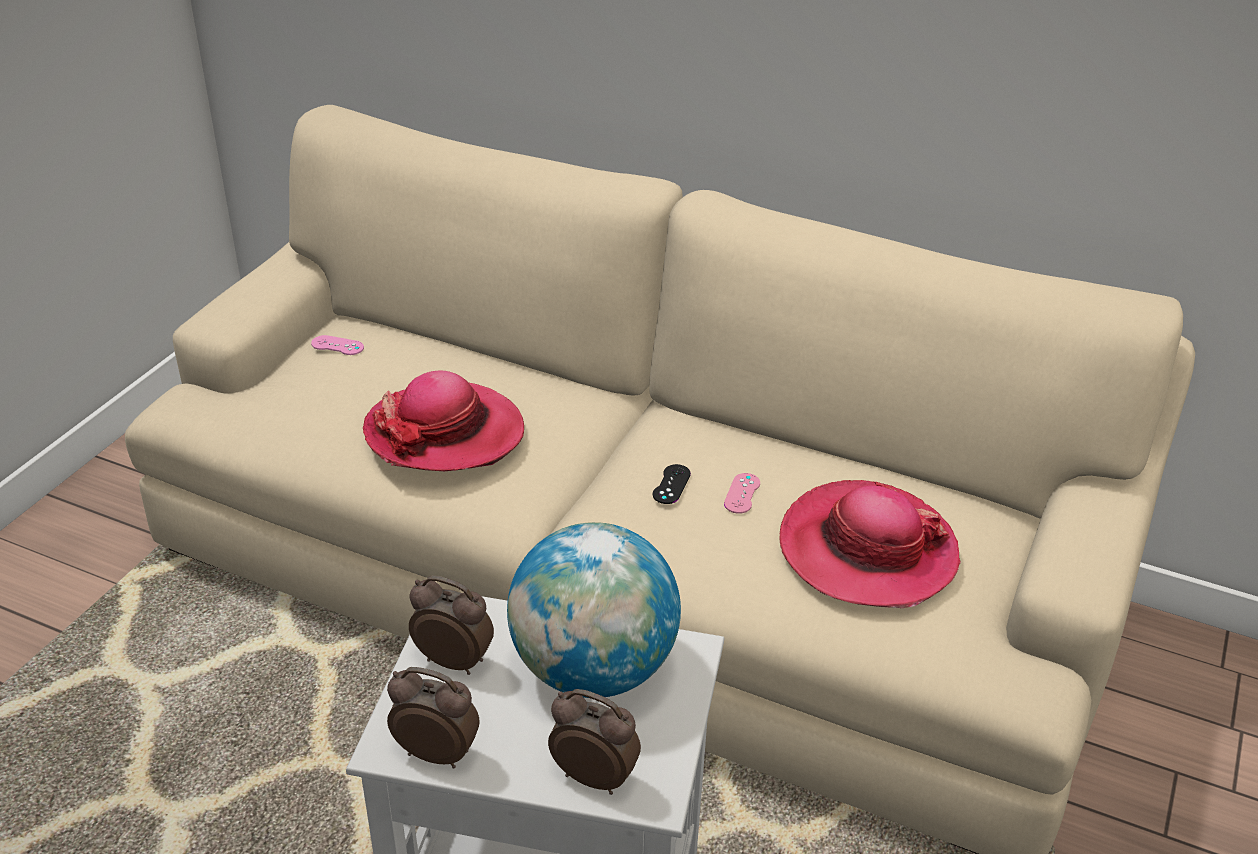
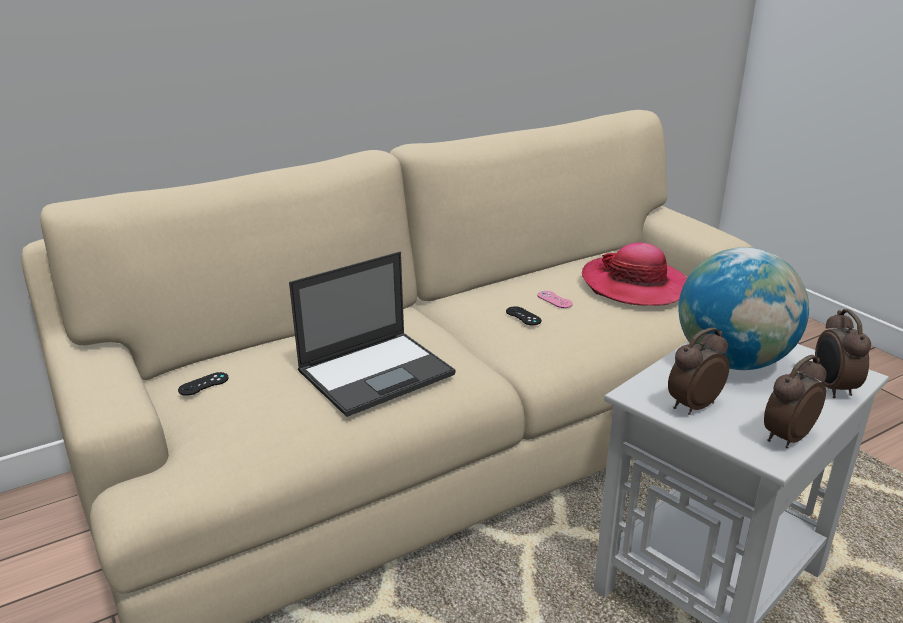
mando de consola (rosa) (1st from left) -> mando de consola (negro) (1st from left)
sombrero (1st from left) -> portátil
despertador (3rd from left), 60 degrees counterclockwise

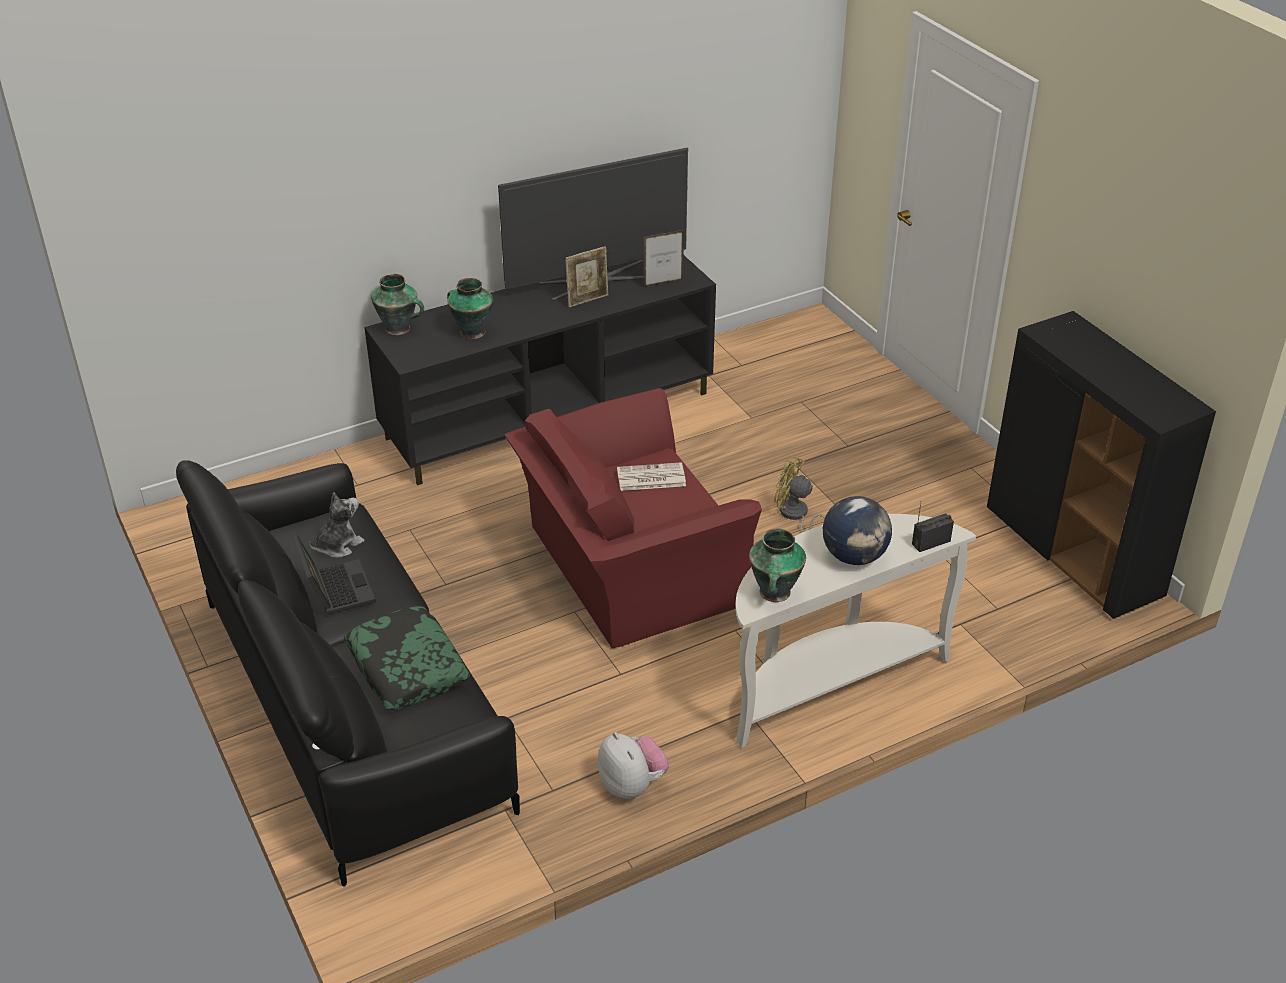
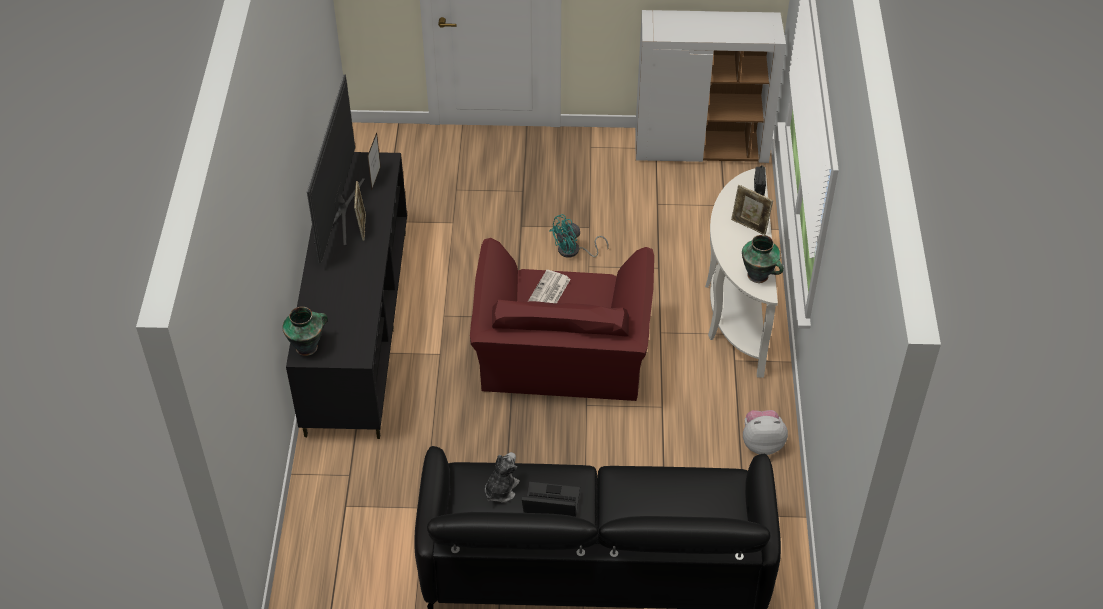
peluche (1st from left), 45 degrees clockwise
cojín -> none
florero (2nd from left) -> none
ventilador (amarillo) -> ventilador (turquesa)
globo terráqueo -> portarretratos (3rd from left)
armario (negro) -> armario (blanco)

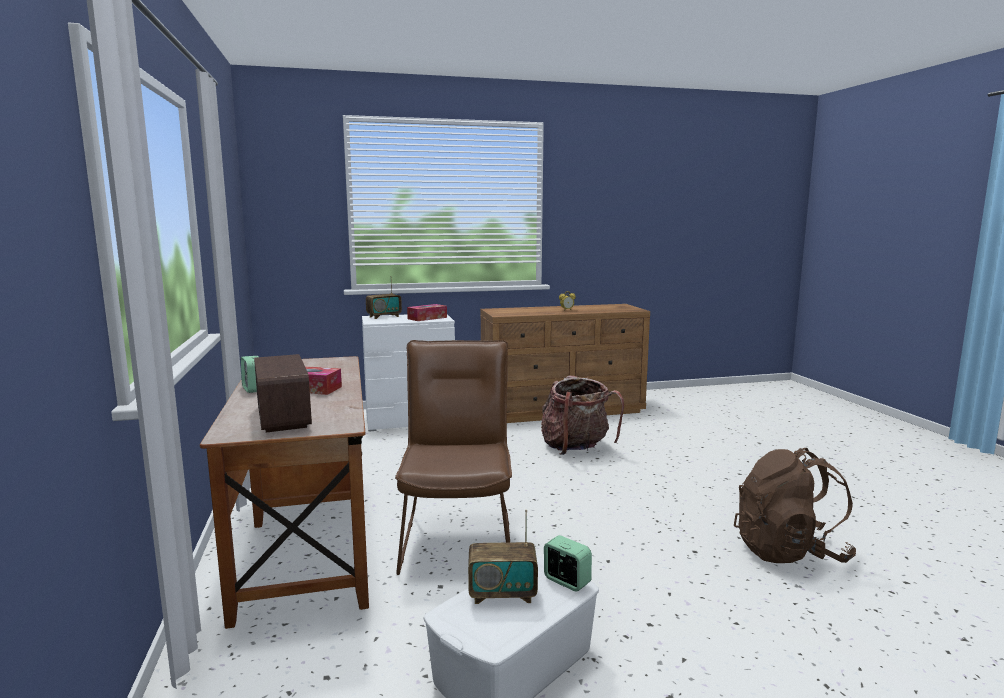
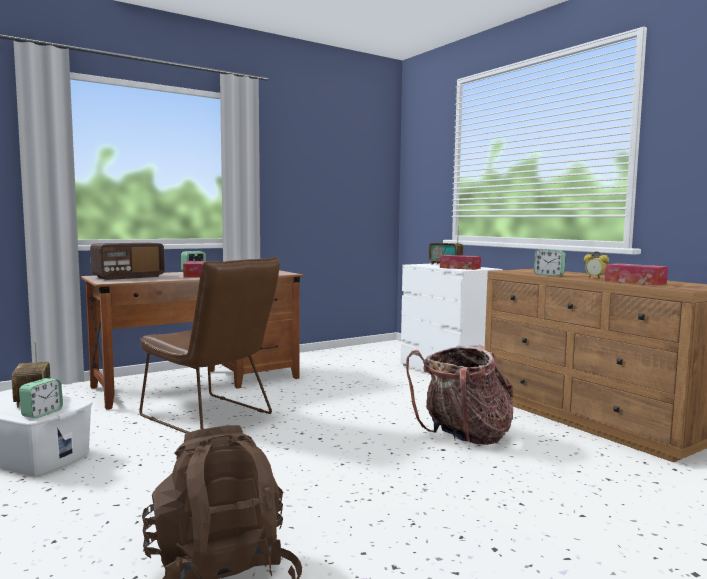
silla (marrón), 60 degrees clockwise
none -> despertador (3rd from left)
none -> caja de pañuelos (3rd from left)

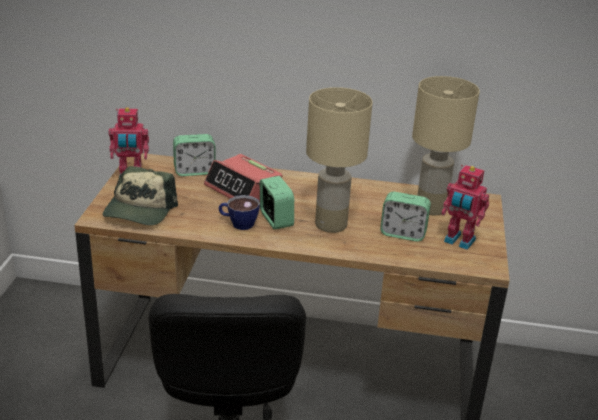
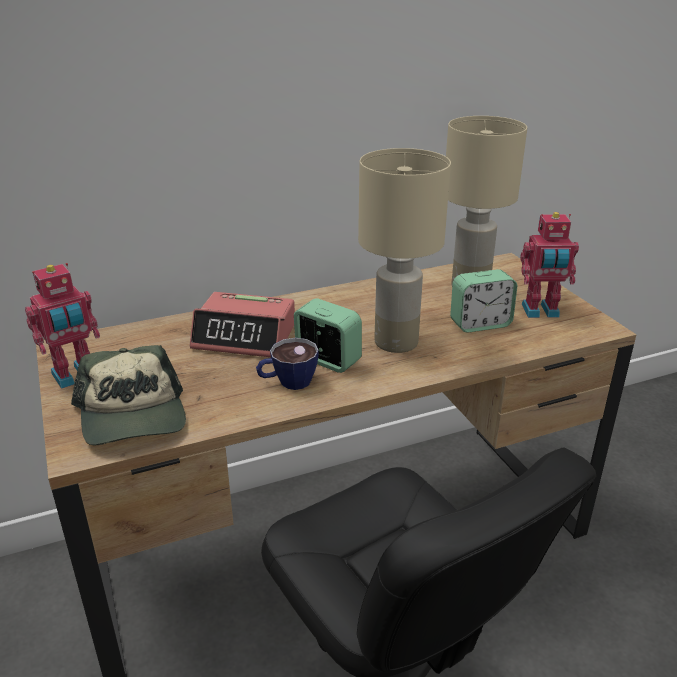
despertador (1st from left) -> none

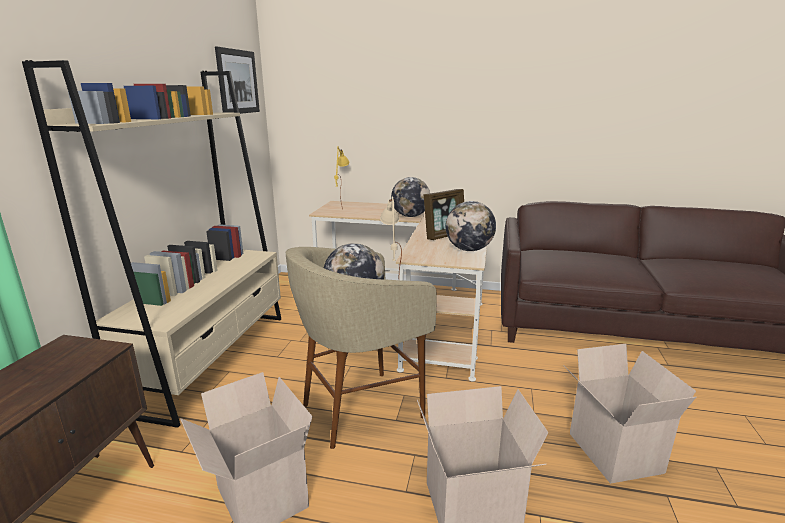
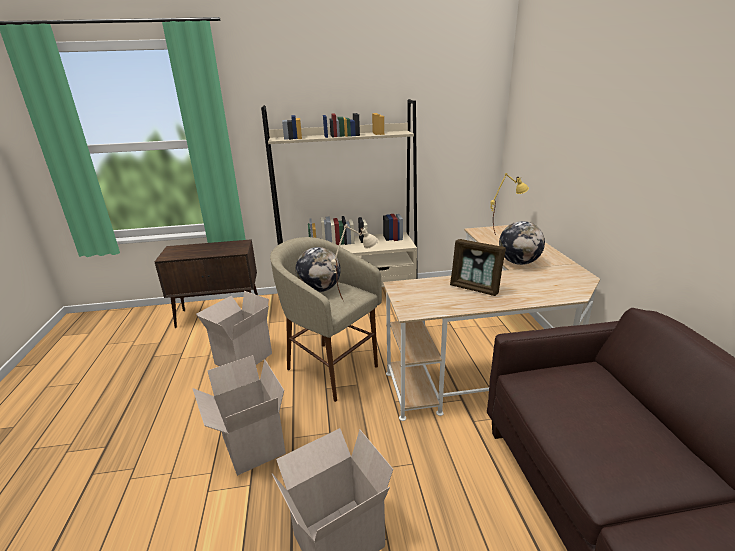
cuadro -> none
globo terráqueo (3rd from left) -> none

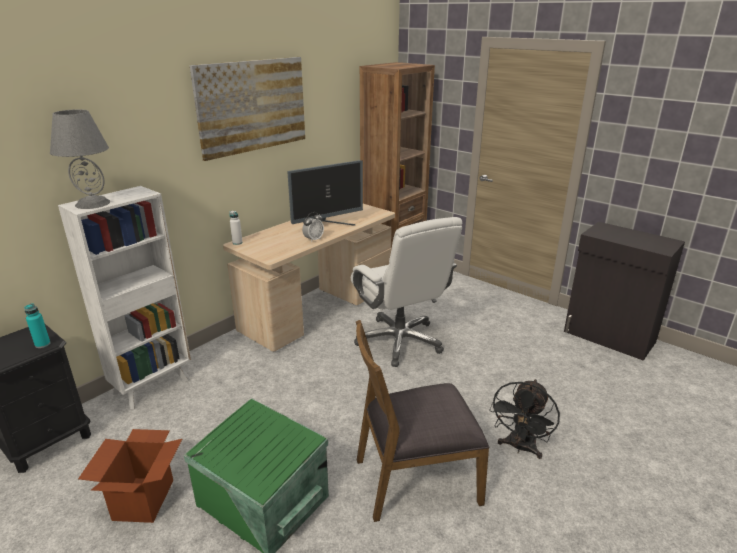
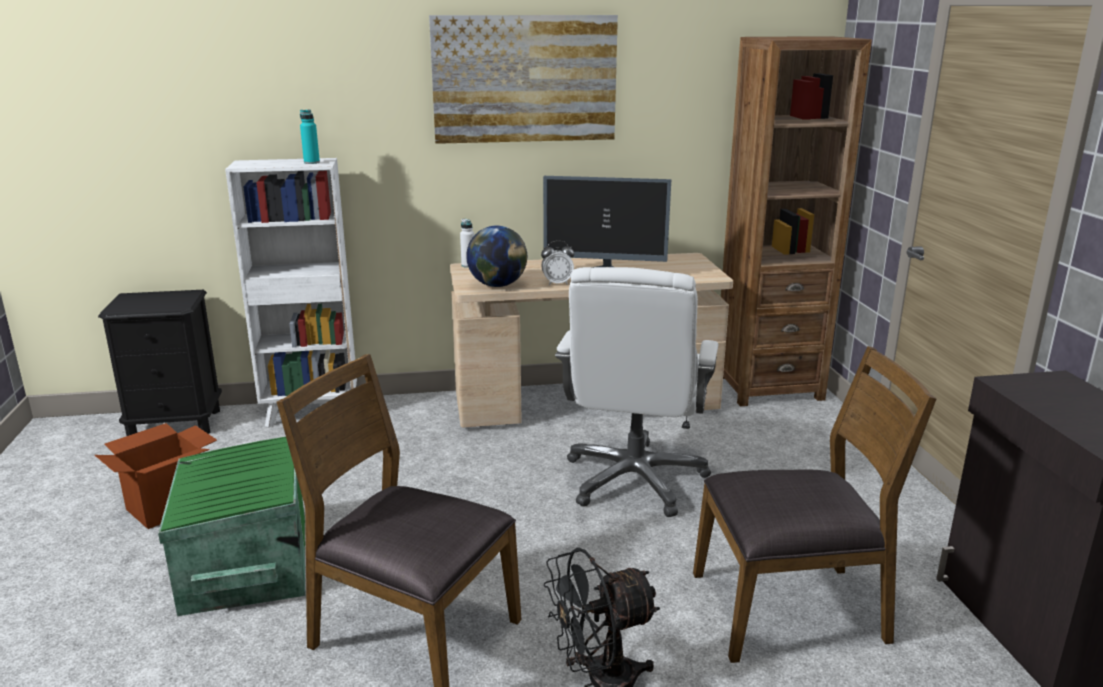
botella (turquesa), move
lámpara de mesa (gris) -> none
none -> globo terráqueo
none -> silla (marrón) (2nd from left)

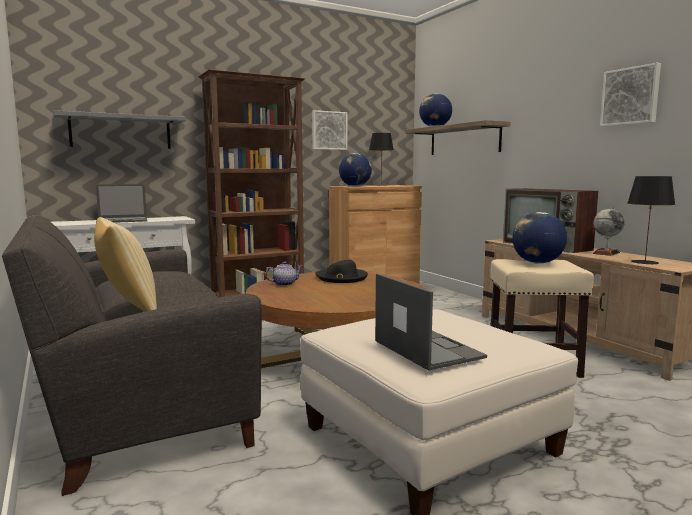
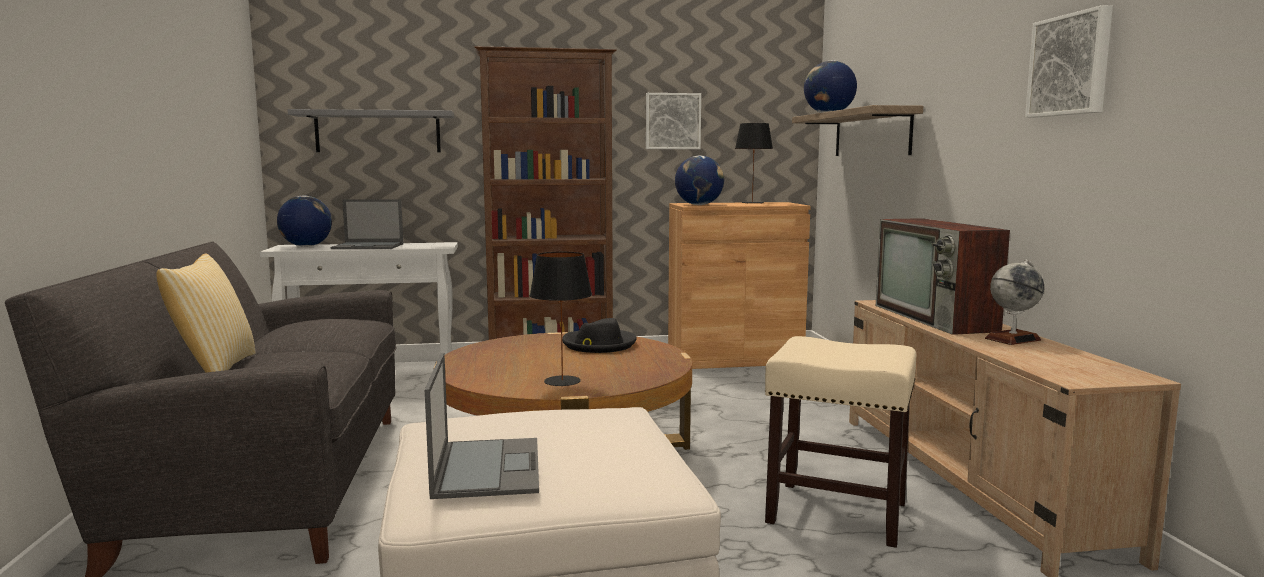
tetera -> none
globo terráqueo (3rd from left in the first image) -> globo terráqueo (1st from left), move
lámpara de mesa (negro) (2nd from left in the first image) -> lámpara de mesa (negro) (1st from left), move

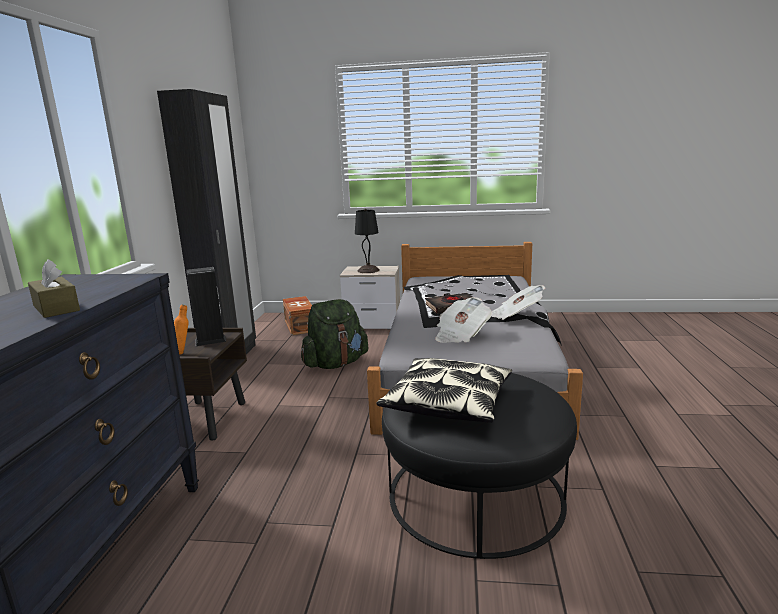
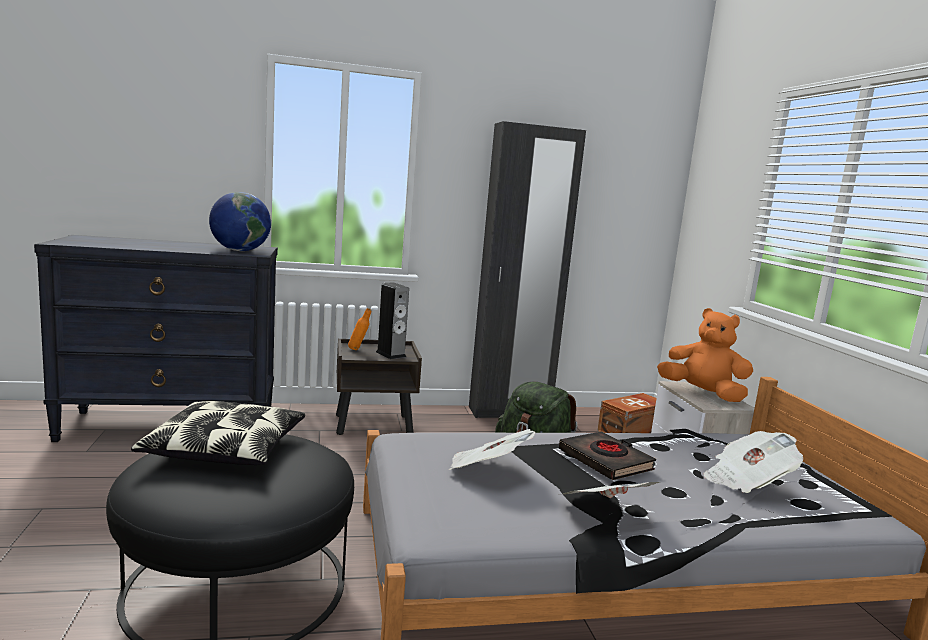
caja de pañuelos (marrón) -> none
lámpara de mesa (negro) -> peluche (naranja)
none -> globo terráqueo
none -> periódico (3rd from left)

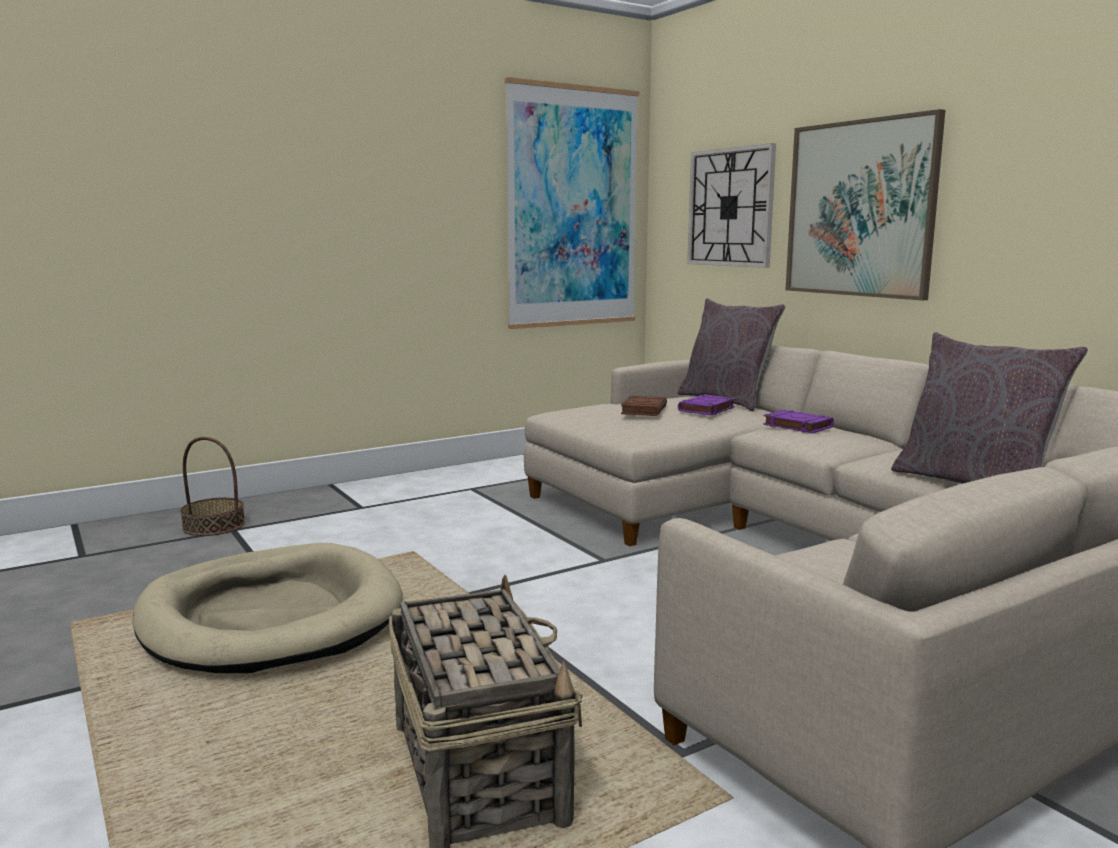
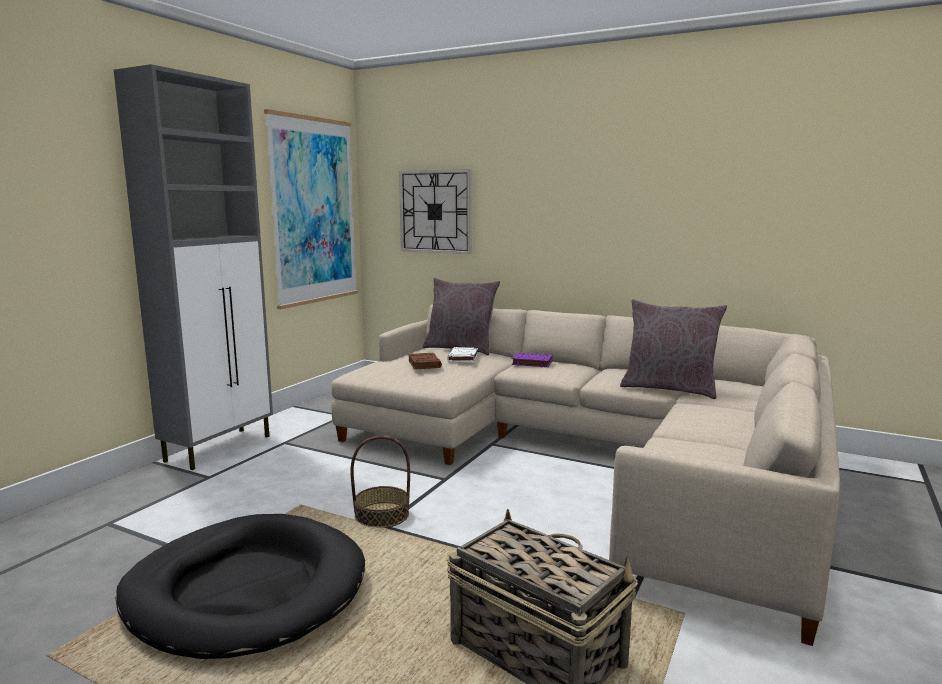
cama para perro (beis) -> cama para perro (negro)
cesta (1st from left), move
libro (morado) (1st from left) -> libro (blanco)
cuadro (2nd from left) -> none
none -> armario (gris)

